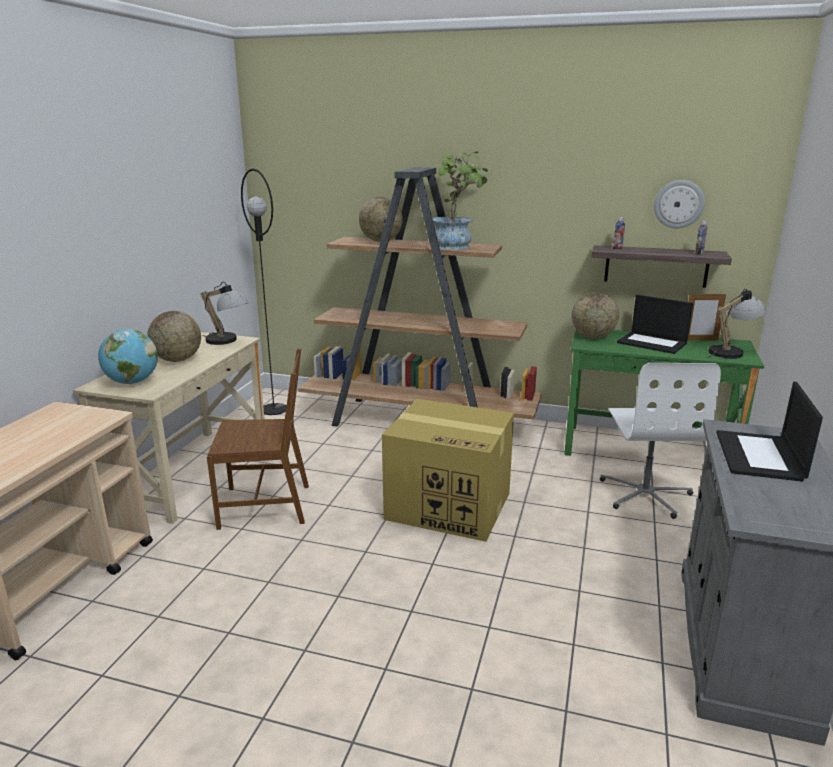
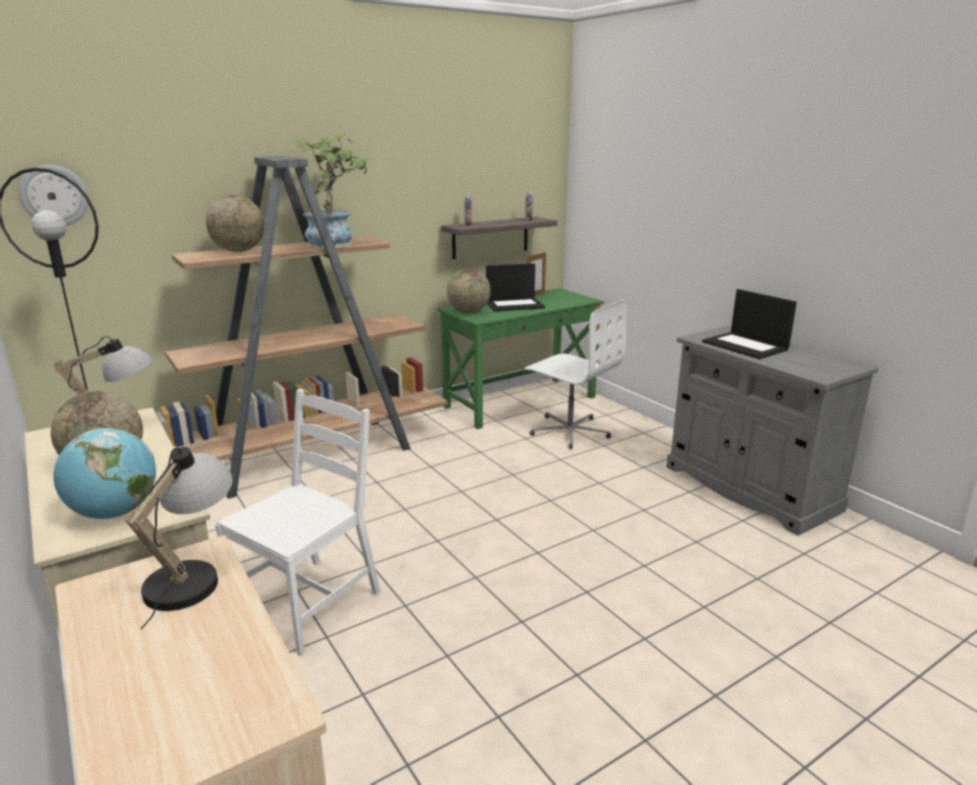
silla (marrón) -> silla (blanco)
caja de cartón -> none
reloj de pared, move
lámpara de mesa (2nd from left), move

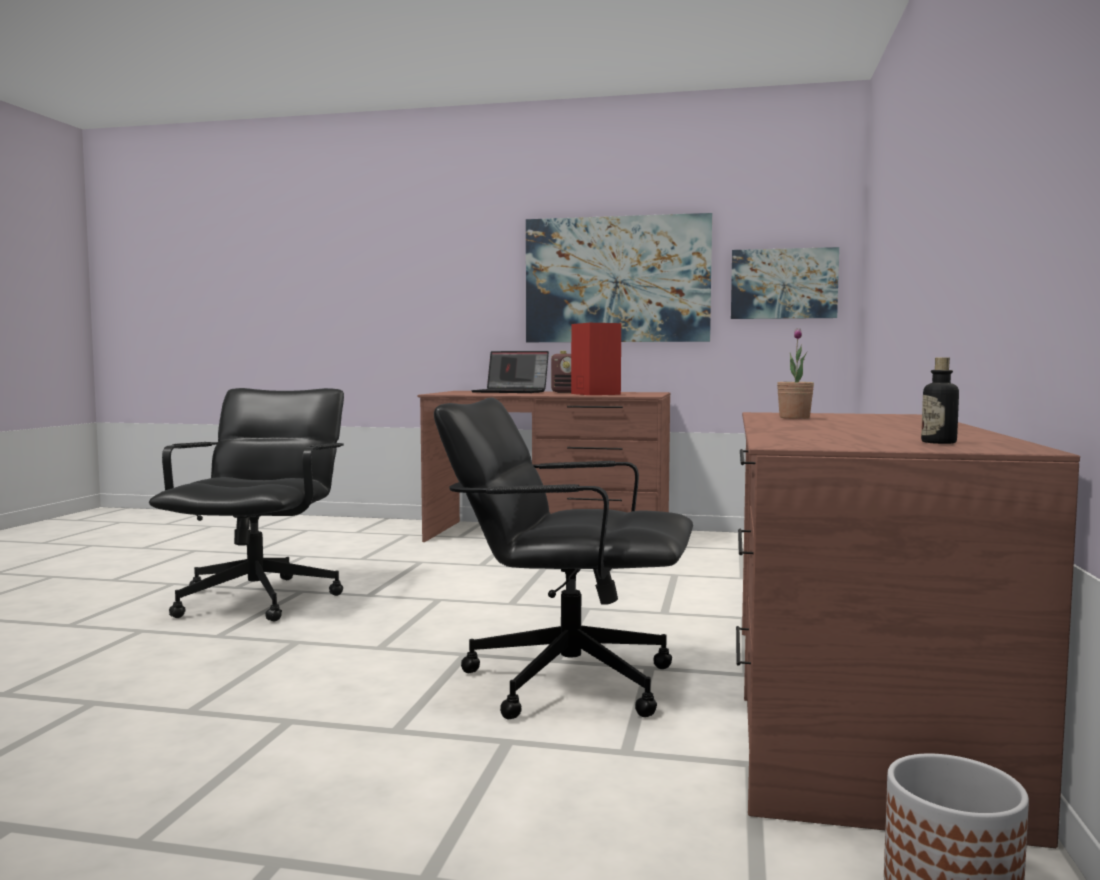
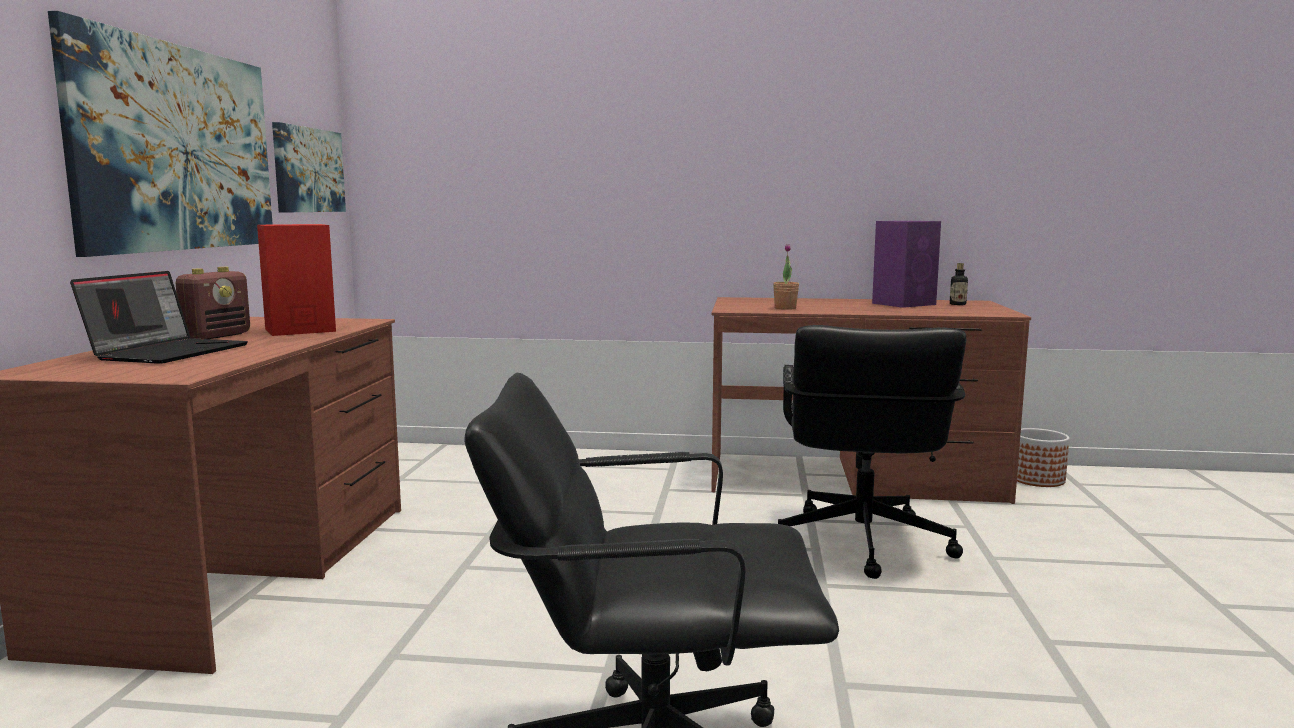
none -> altavoz (morado)

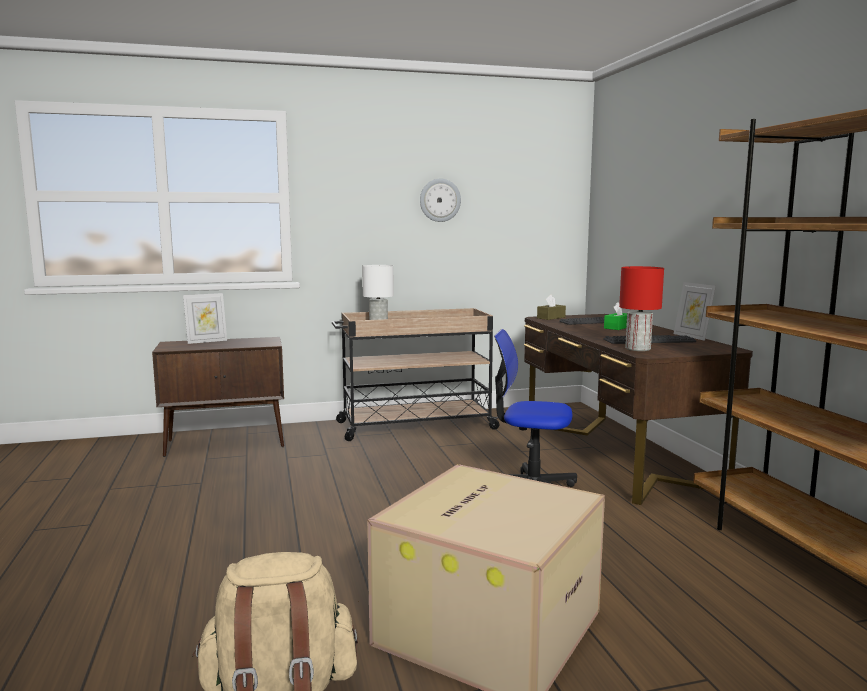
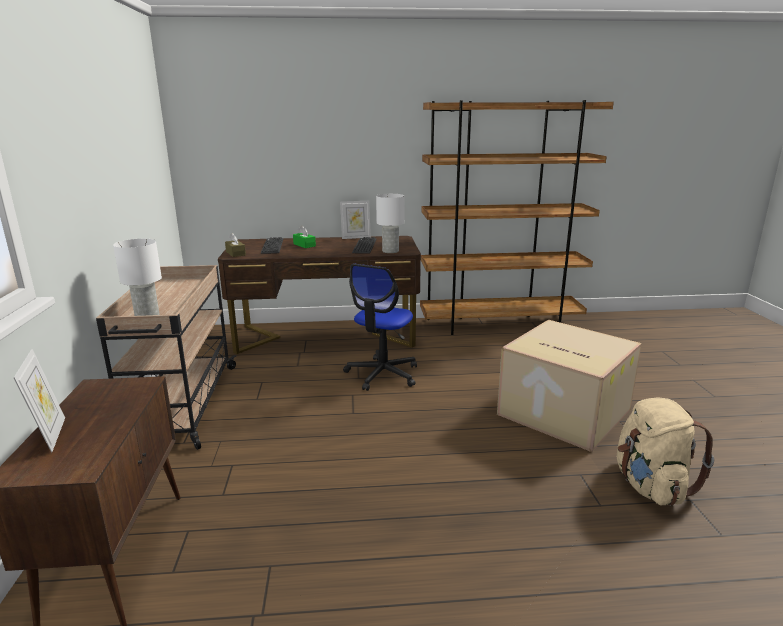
reloj de pared -> none
lámpara de mesa (rojo) -> lámpara de mesa (blanco) (2nd from left)

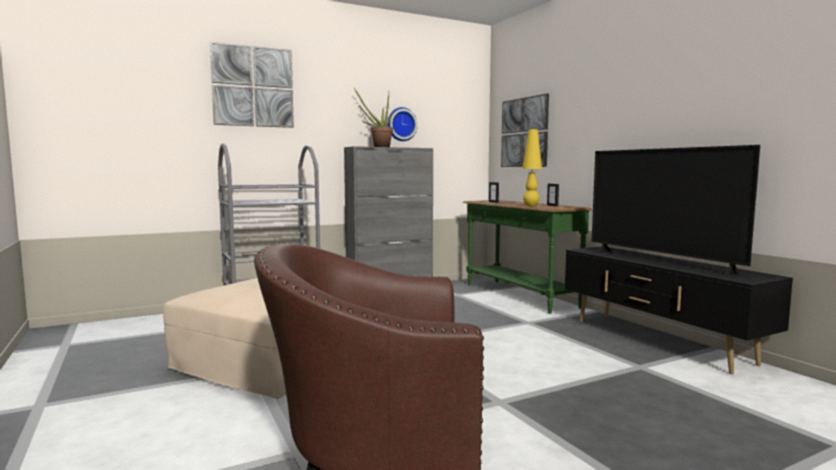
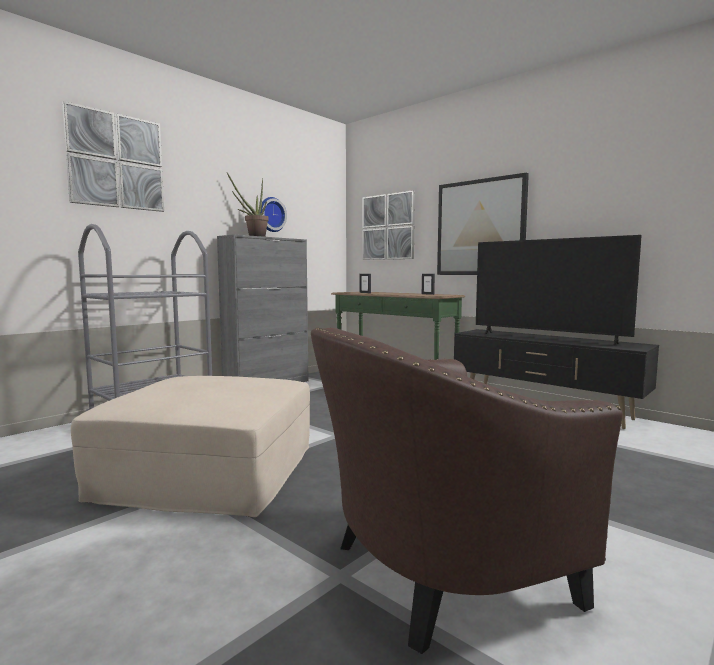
lámpara de mesa (amarillo) -> none
none -> cuadro (3rd from left)

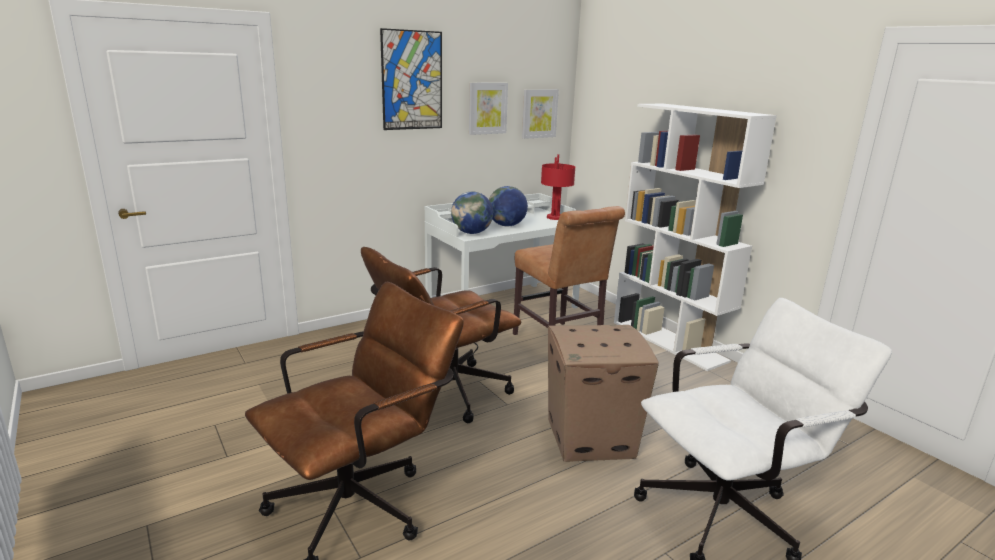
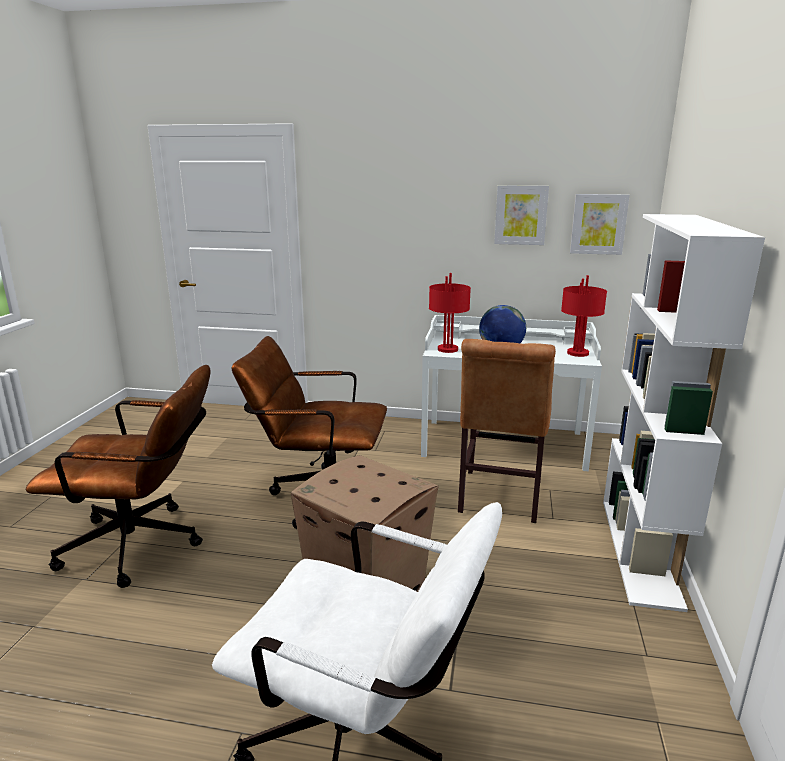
cuadro (1st from left) -> none
globo terráqueo (1st from left) -> lámpara de mesa (rojo) (1st from left)

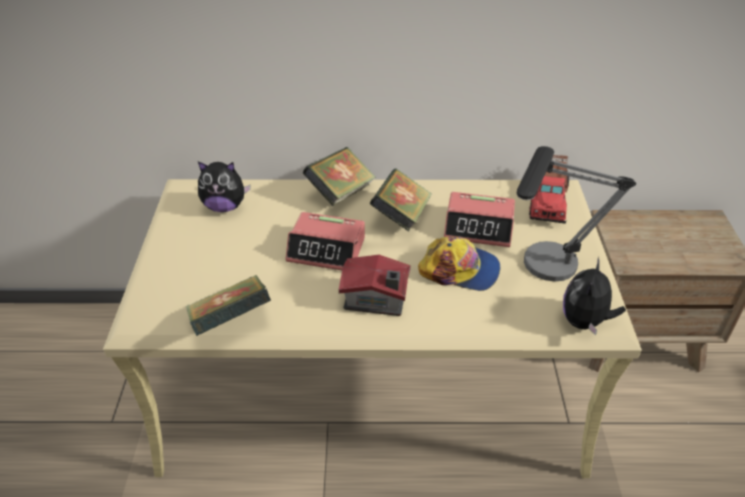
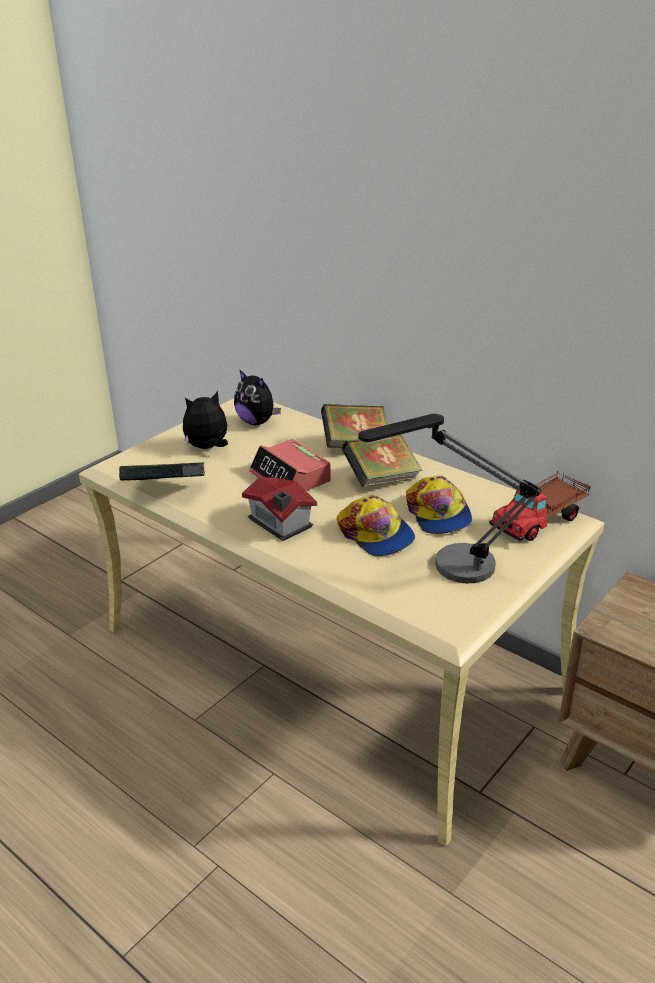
despertador (2nd from left) -> gorra (2nd from left)
peluche (2nd from left in the first image) -> peluche (1st from left), move

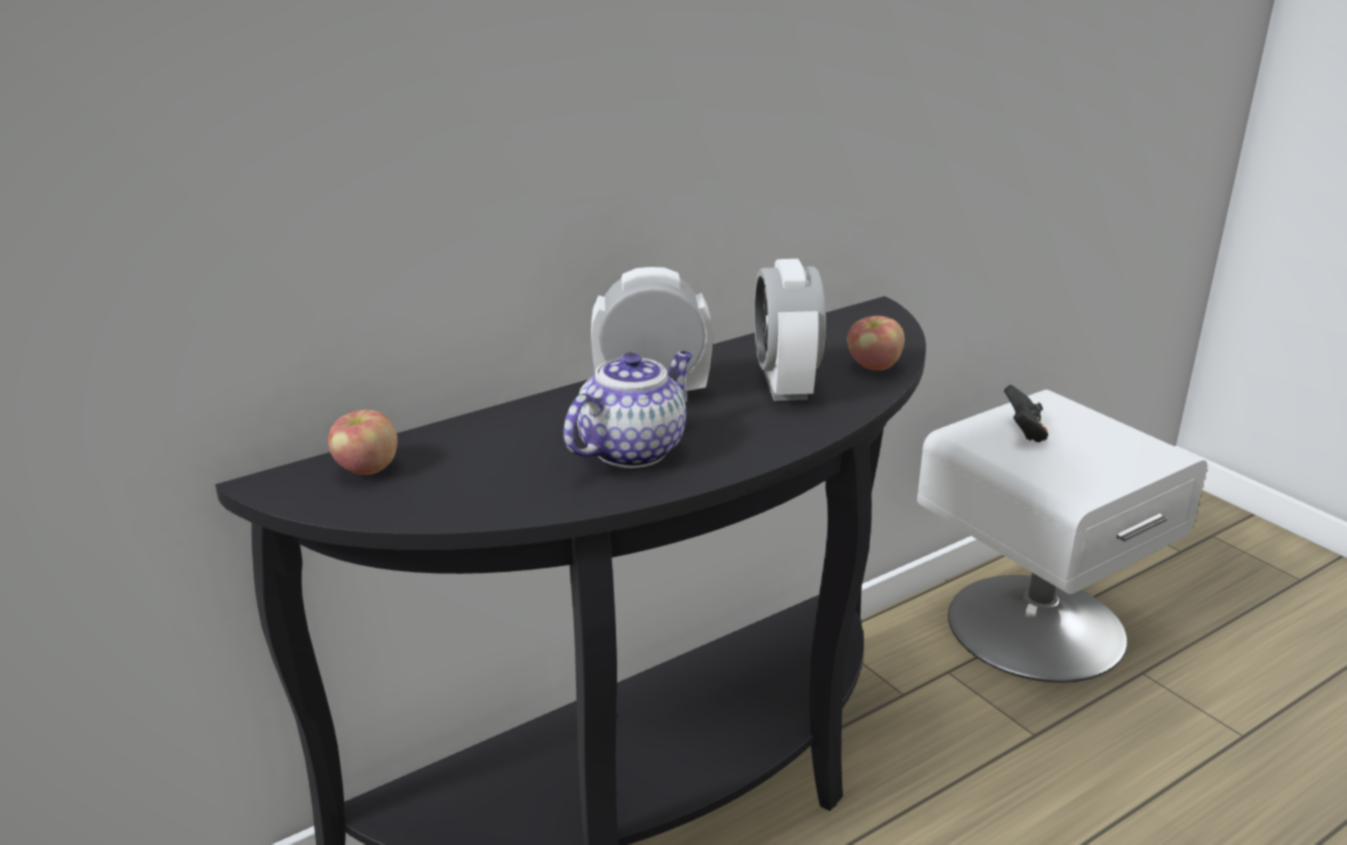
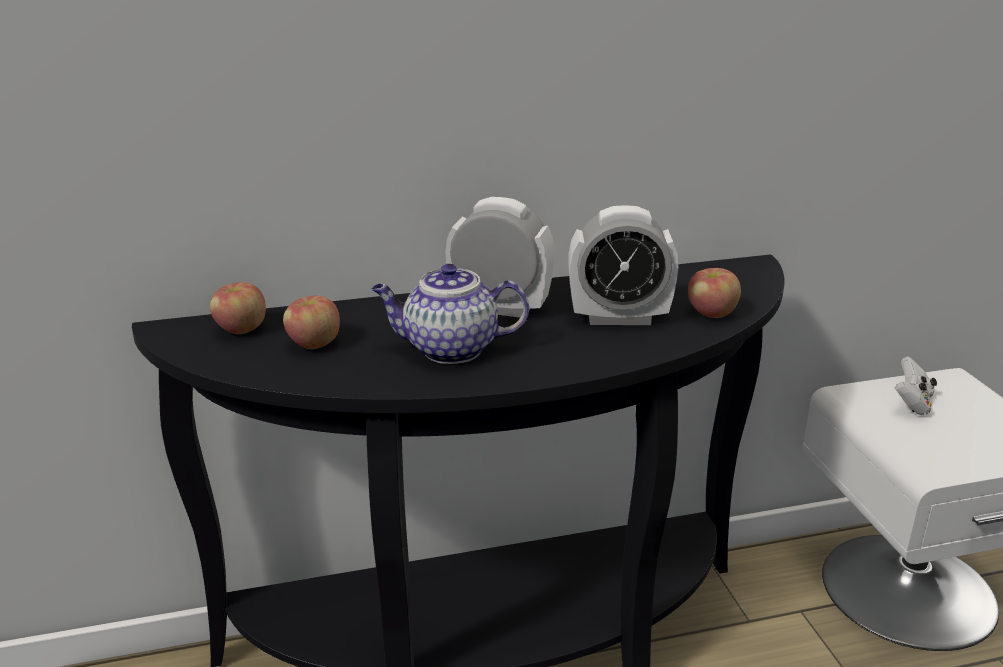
tetera, 150 degrees counterclockwise
despertador (2nd from left), 105 degrees counterclockwise
mando de consola (negro) -> mando de consola (blanco)
none -> manzana (2nd from left)

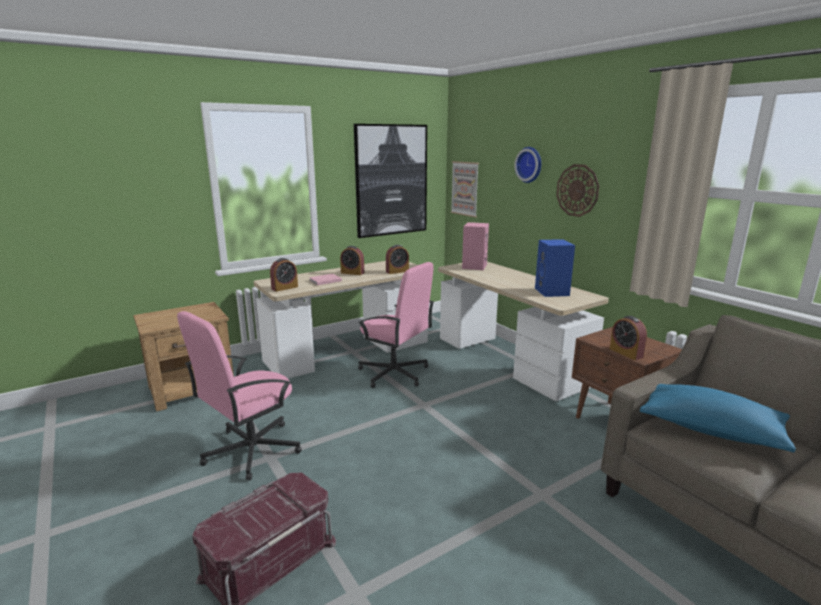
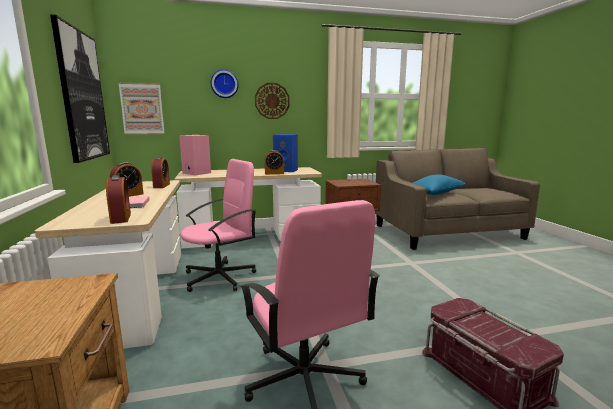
despertador (4th from left), move

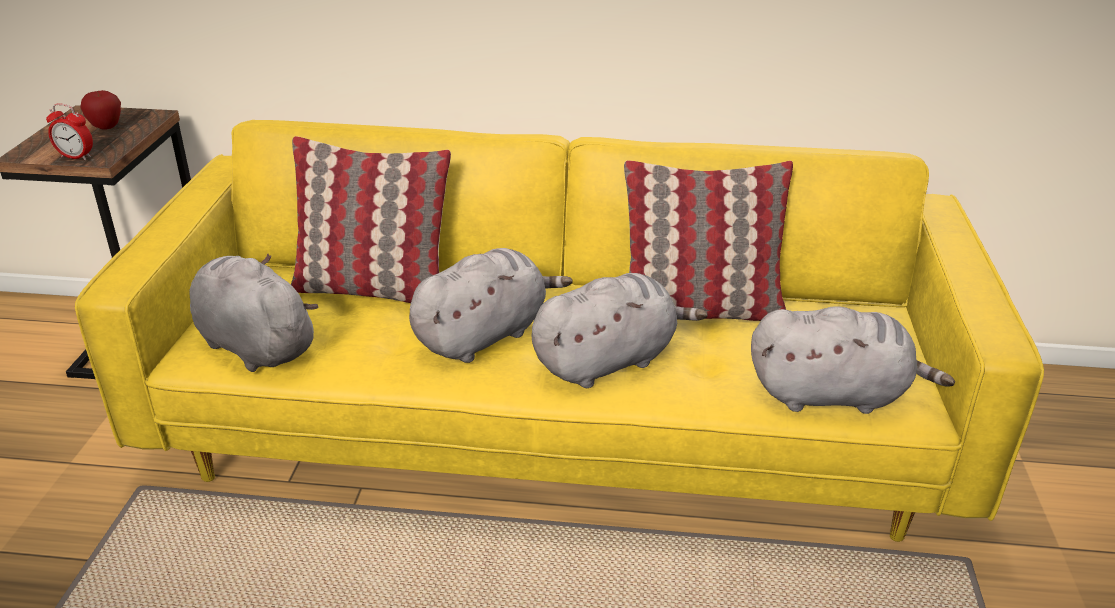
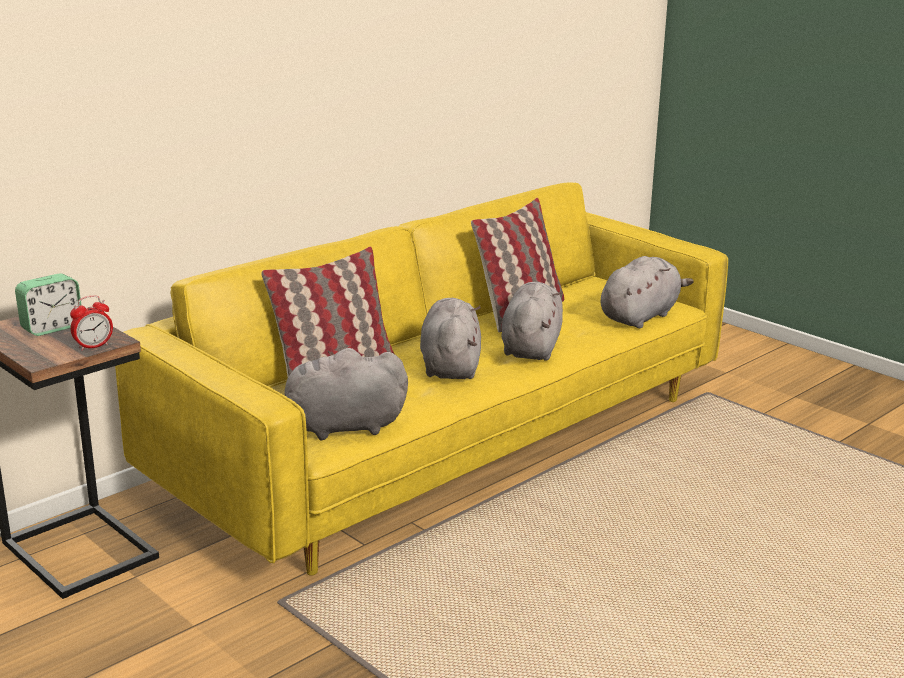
manzana -> despertador (1st from left)

